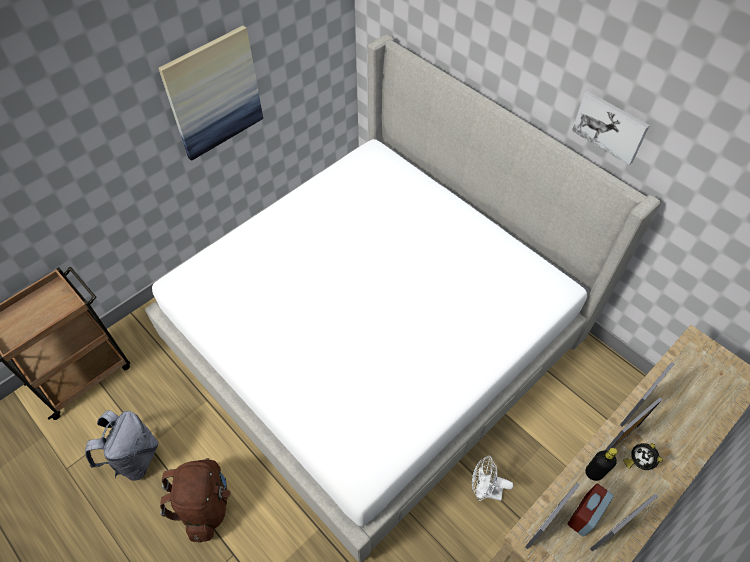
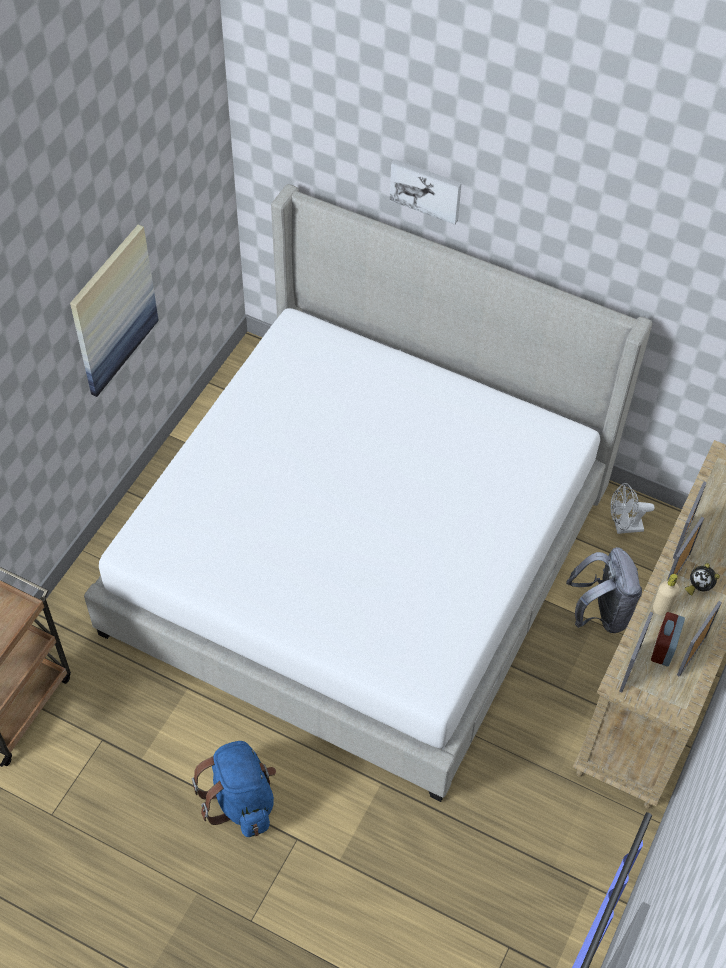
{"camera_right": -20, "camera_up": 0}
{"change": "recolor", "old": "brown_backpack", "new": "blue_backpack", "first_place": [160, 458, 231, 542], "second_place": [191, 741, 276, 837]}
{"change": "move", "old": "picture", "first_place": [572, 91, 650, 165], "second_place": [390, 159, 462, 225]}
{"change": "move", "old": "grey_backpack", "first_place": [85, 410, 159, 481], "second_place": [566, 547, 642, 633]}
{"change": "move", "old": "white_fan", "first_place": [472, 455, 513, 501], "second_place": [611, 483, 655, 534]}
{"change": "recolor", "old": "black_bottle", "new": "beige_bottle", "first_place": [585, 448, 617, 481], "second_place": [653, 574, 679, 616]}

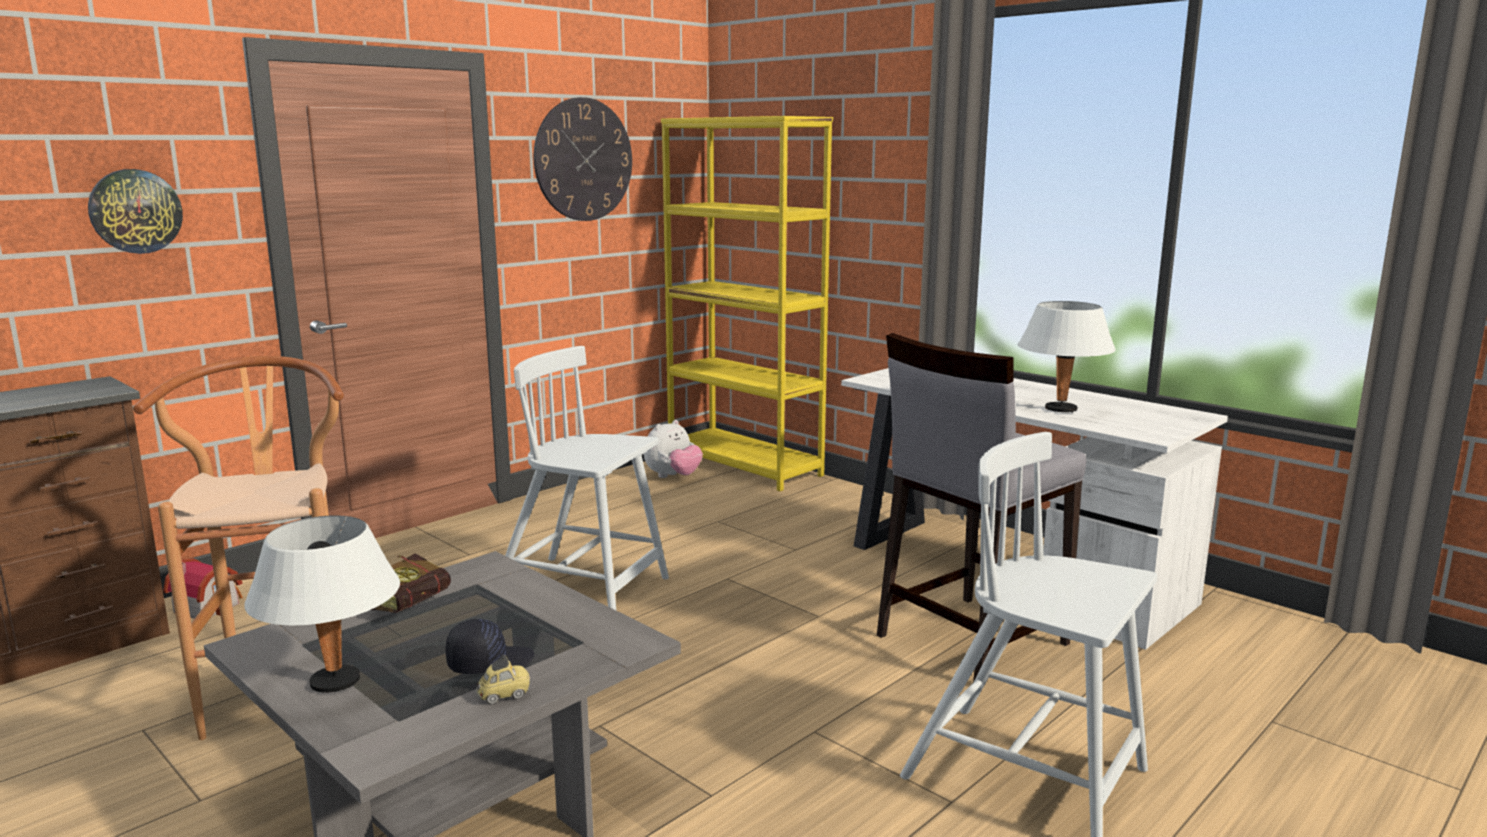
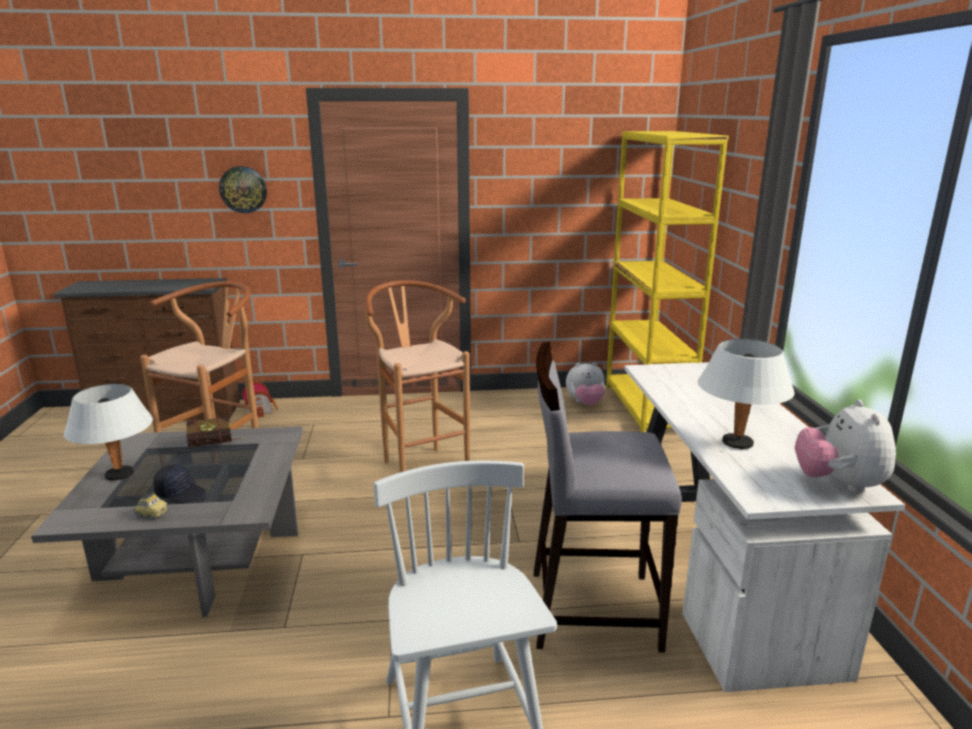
{"camera_right": 40, "camera_up": 5}
{"change": "replace", "old": "white_chair", "new": "brown_stool", "first_place": [505, 346, 669, 610], "second_place": [365, 280, 470, 472]}
{"change": "insert", "new": "plush_toy", "second_place": [795, 399, 896, 493]}
{"change": "delete", "old": "wall_clock", "first_place": [534, 97, 632, 221]}

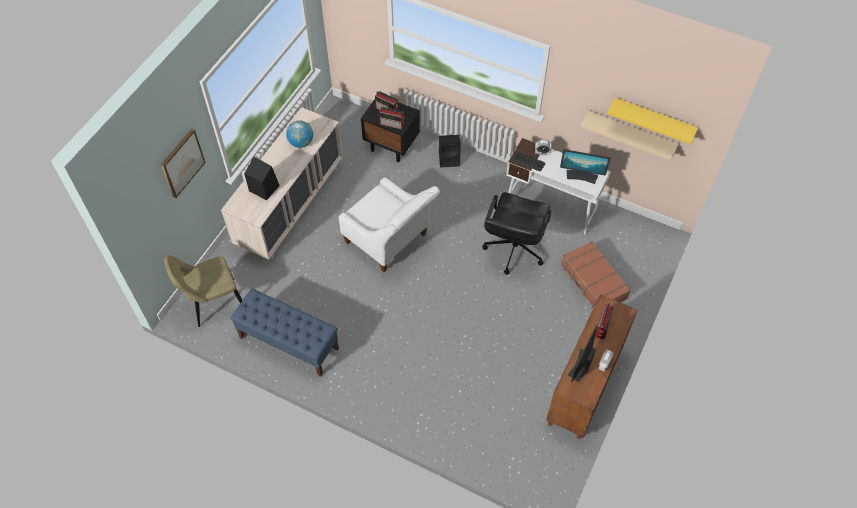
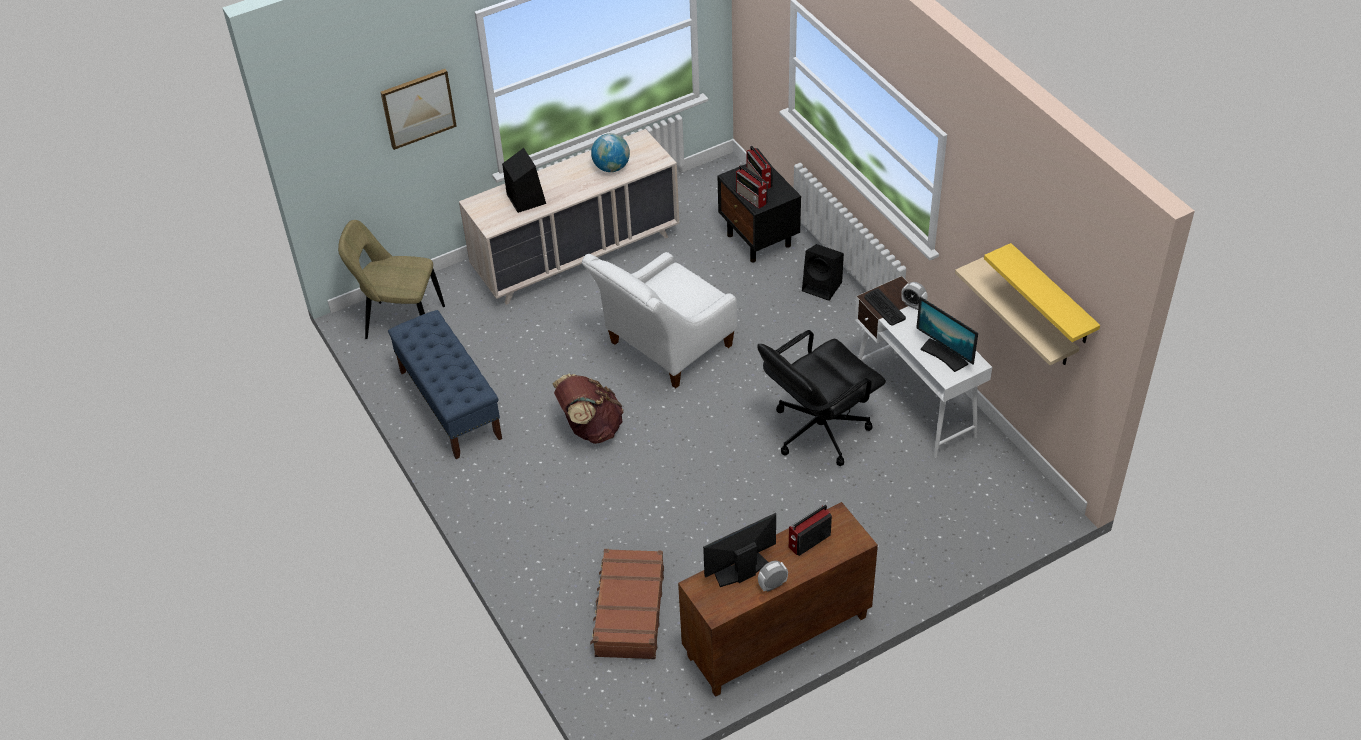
{"camera_right": 35, "camera_up": -10}
{"change": "insert", "new": "brown_backpack", "second_place": [552, 374, 624, 444]}
{"change": "rotate", "old": "white_armchair", "first_place": [339, 177, 440, 272], "second_place": [582, 252, 737, 388], "degrees": 60}
{"change": "move", "old": "brown_suitcase", "first_place": [561, 241, 631, 309], "second_place": [590, 549, 664, 659]}

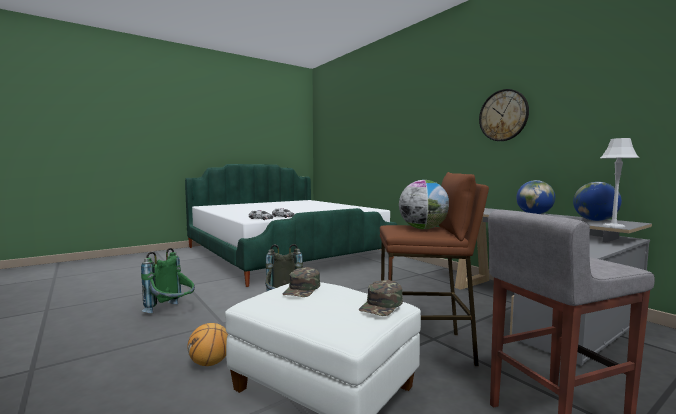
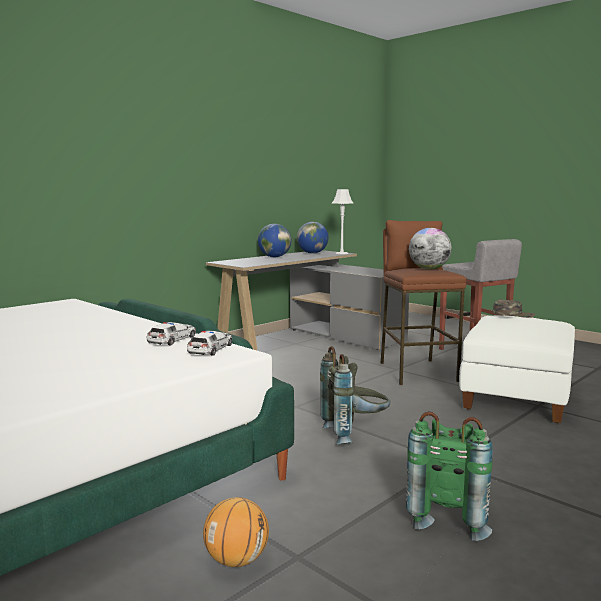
{"camera_right": -100, "camera_up": 5}
{"change": "move", "old": "basketball", "first_place": [187, 323, 228, 366], "second_place": [203, 497, 269, 567]}
{"change": "delete", "old": "green_cap", "first_place": [282, 267, 320, 297]}
{"change": "delete", "old": "wall_clock", "first_place": [479, 89, 529, 141]}

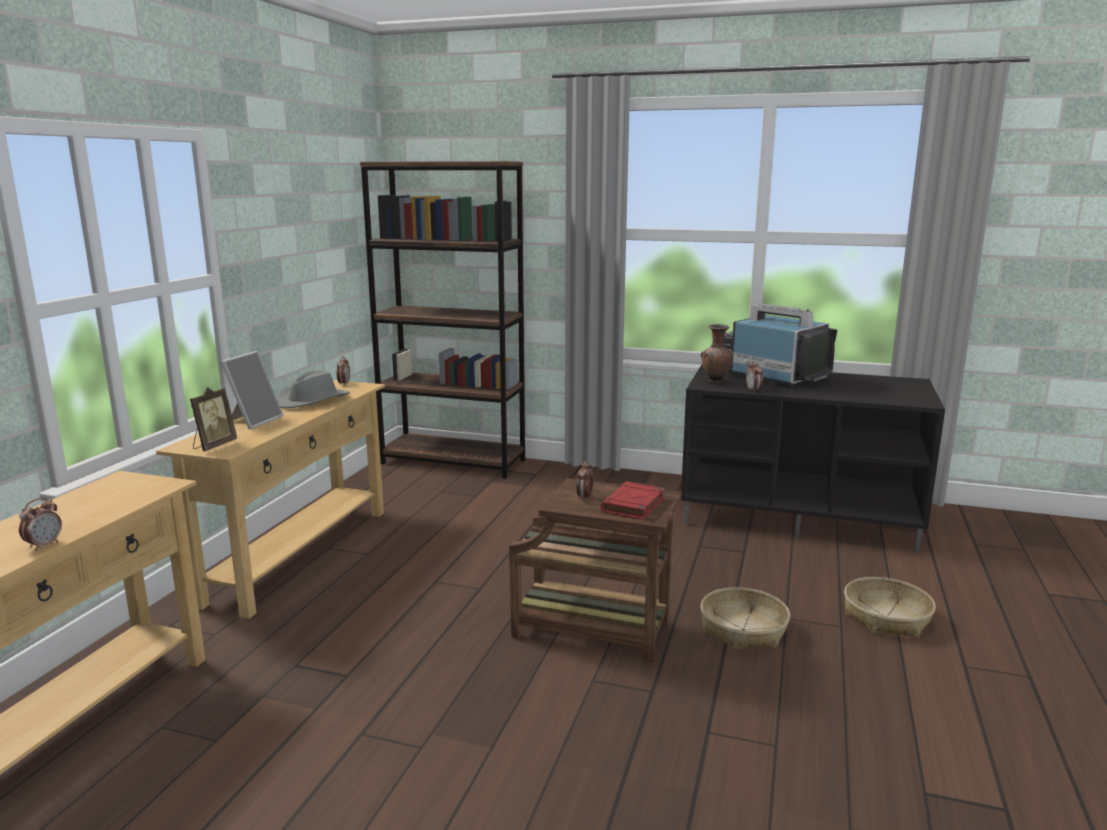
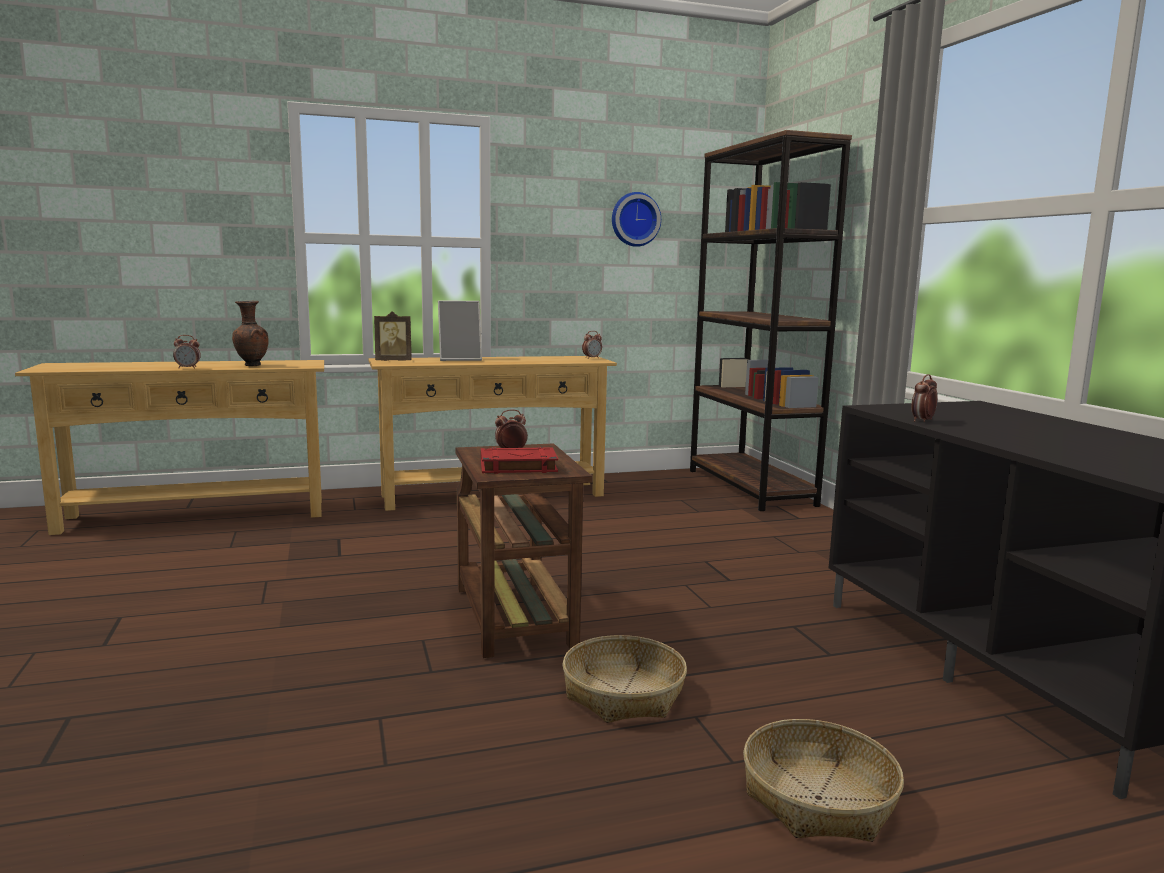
{"camera_right": 55, "camera_up": -5}
{"change": "move", "old": "brown_vase", "first_place": [701, 324, 733, 384], "second_place": [232, 301, 269, 366]}
{"change": "insert", "new": "wall_clock", "second_place": [612, 192, 661, 247]}
{"change": "delete", "old": "grey_hat", "first_place": [276, 371, 350, 408]}
{"change": "delete", "old": "television", "first_place": [724, 304, 837, 386]}

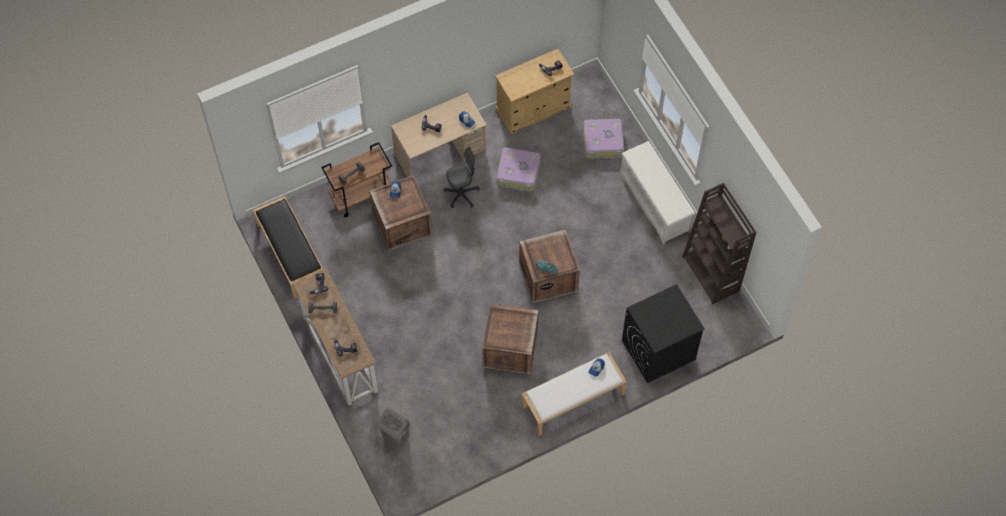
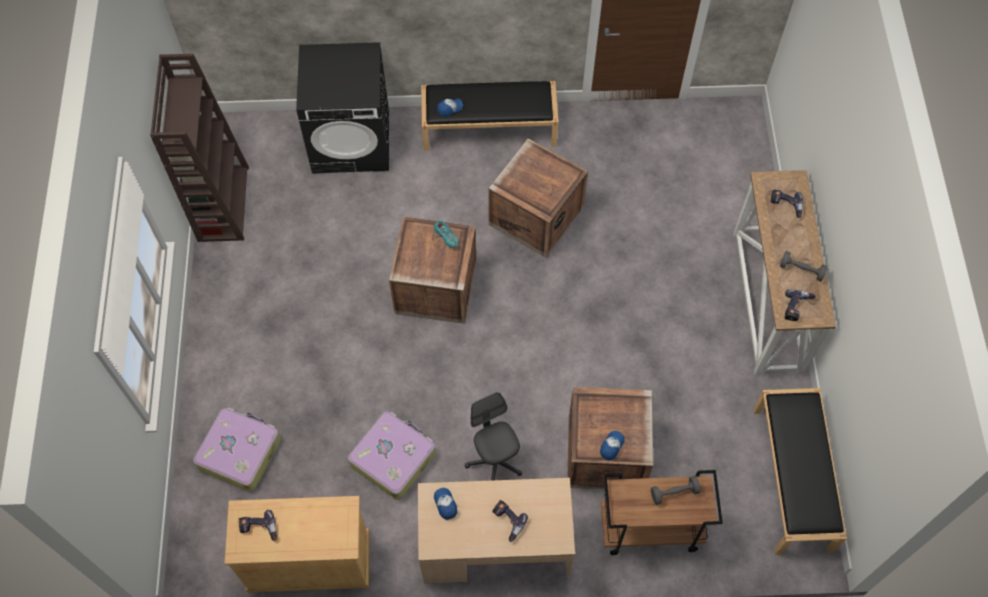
{"camera_right": -155, "camera_up": 0}
{"change": "recolor", "old": "white_bench", "new": "black_bench", "first_place": [521, 352, 627, 436], "second_place": [421, 81, 559, 151]}
{"change": "rotate", "old": "grey_office_chair", "first_place": [444, 147, 480, 208], "second_place": [465, 392, 522, 481], "degrees": 60}
{"change": "delete", "old": "grey_laundry_basket", "first_place": [378, 408, 411, 448]}
{"change": "delete", "old": "white_shoe_rack", "first_place": [620, 141, 695, 244]}

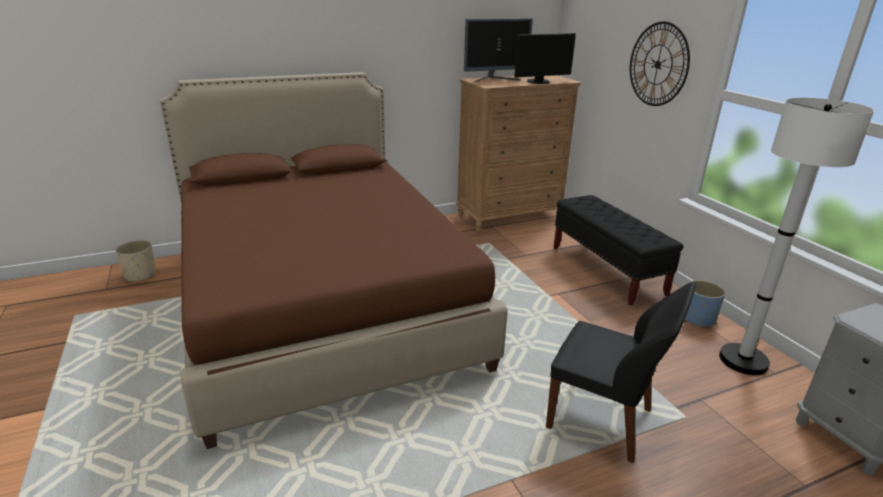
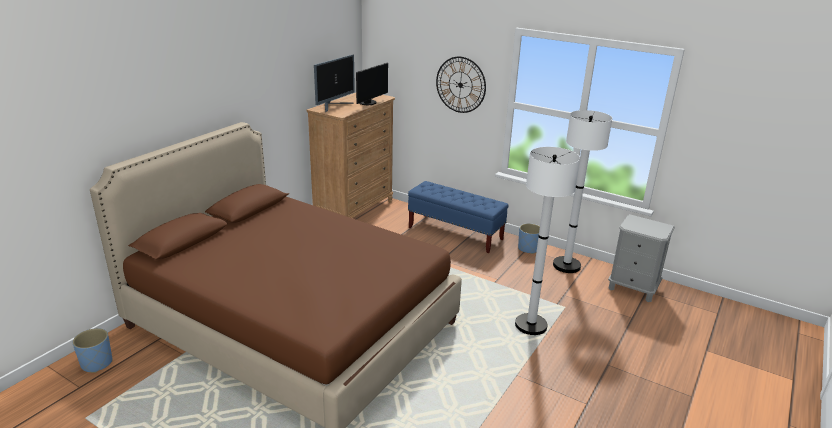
{"camera_right": -35, "camera_up": 0}
{"change": "recolor", "old": "beige_planter", "new": "blue_planter", "first_place": [115, 240, 156, 282], "second_place": [72, 328, 112, 373]}
{"change": "recolor", "old": "black_bench", "new": "blue_bench", "first_place": [553, 195, 683, 306], "second_place": [408, 181, 509, 253]}
{"change": "replace", "old": "black_chair", "new": "white_floor_lamp", "first_place": [546, 282, 696, 463], "second_place": [515, 147, 580, 335]}

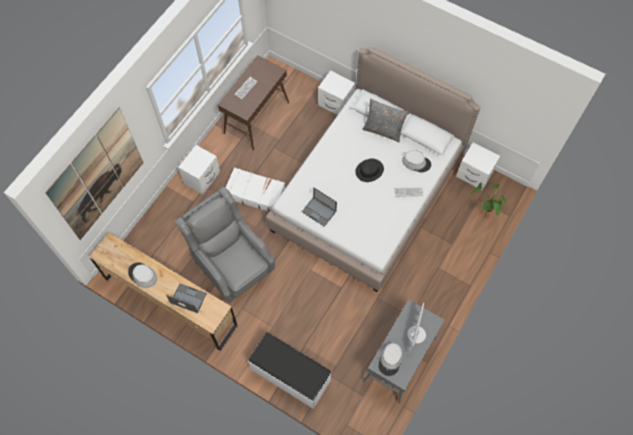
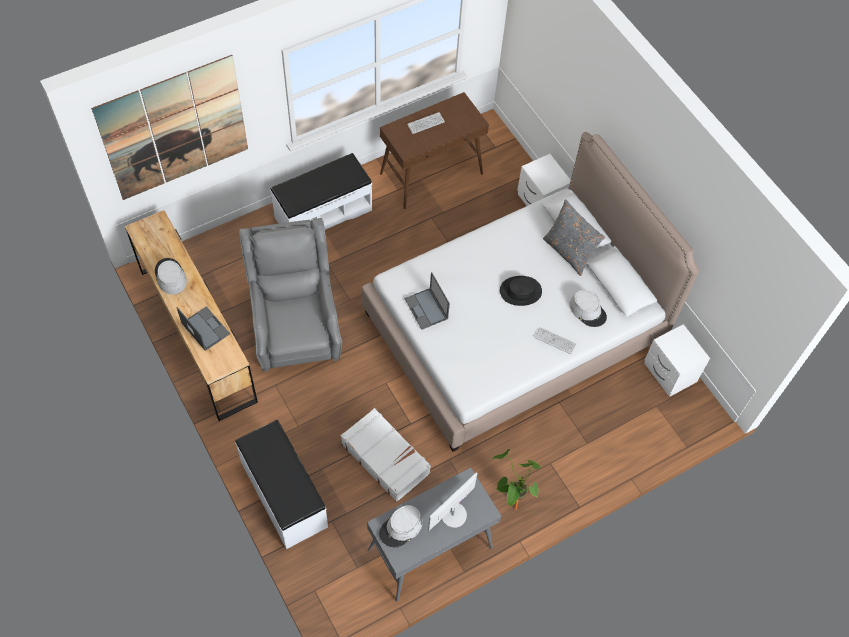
{"camera_right": 25, "camera_up": -5}
{"change": "replace", "old": "white_nightstand", "new": "white_bench", "first_place": [178, 145, 220, 195], "second_place": [270, 153, 372, 230]}
{"change": "move", "old": "white_suitcase", "first_place": [225, 167, 285, 212], "second_place": [341, 408, 431, 502]}
{"change": "move", "old": "potted_plant", "first_place": [470, 183, 507, 219], "second_place": [492, 449, 540, 510]}

